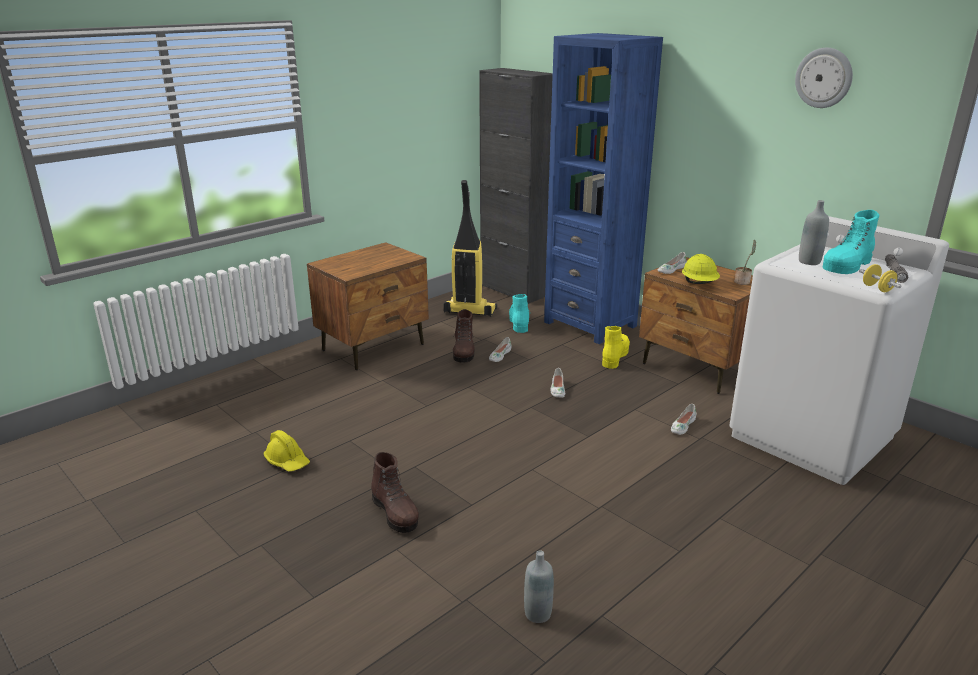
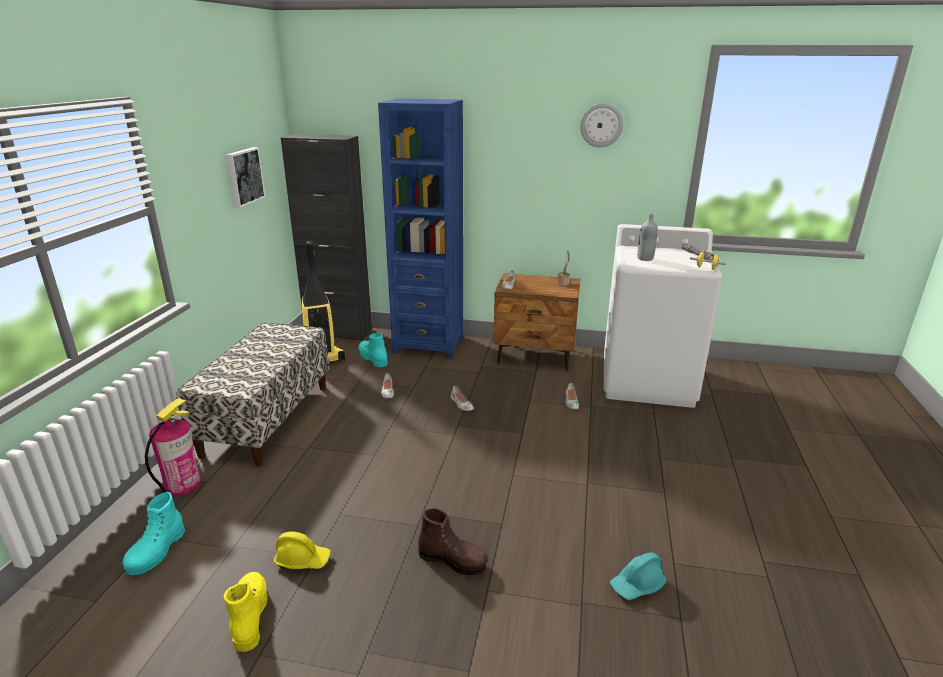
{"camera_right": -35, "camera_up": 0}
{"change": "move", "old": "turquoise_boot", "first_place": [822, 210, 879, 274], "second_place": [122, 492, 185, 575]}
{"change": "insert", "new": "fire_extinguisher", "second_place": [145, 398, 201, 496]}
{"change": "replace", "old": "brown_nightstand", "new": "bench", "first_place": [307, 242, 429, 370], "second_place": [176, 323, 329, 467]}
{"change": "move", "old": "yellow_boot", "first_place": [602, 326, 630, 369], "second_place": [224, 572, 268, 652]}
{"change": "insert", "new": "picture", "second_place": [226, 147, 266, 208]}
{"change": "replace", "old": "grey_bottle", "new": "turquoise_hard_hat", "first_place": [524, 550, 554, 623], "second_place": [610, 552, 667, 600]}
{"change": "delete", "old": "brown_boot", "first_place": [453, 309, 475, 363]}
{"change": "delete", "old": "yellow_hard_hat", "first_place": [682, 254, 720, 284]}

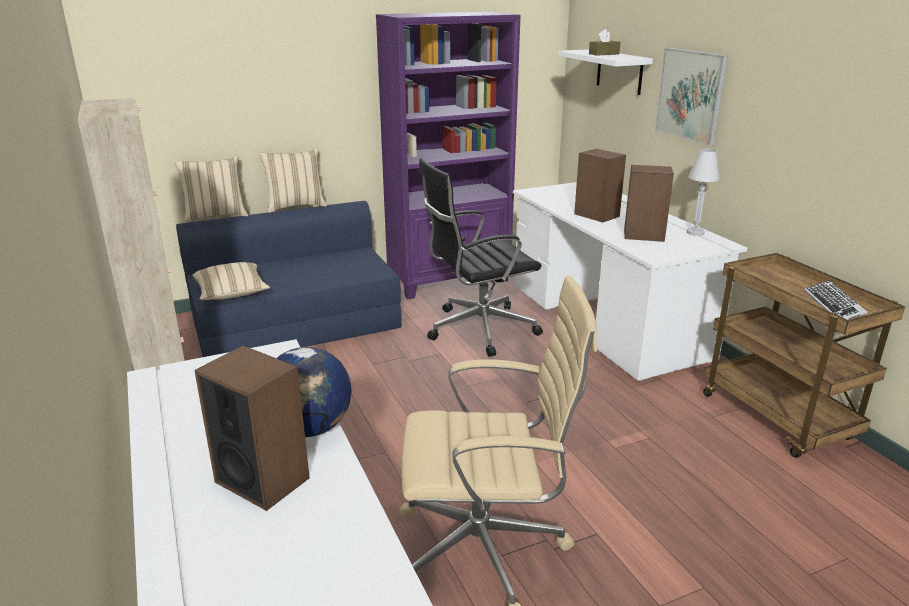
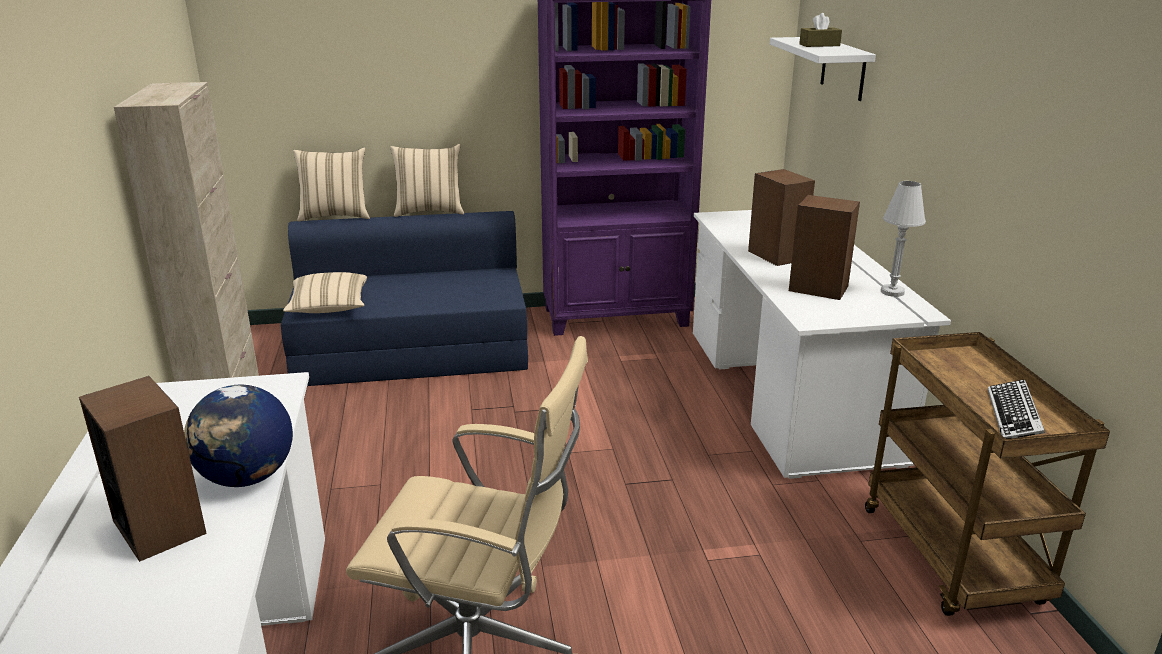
{"camera_right": 15, "camera_up": 0}
{"change": "delete", "old": "black_office_chair", "first_place": [418, 158, 543, 357]}
{"change": "delete", "old": "picture", "first_place": [655, 48, 727, 146]}

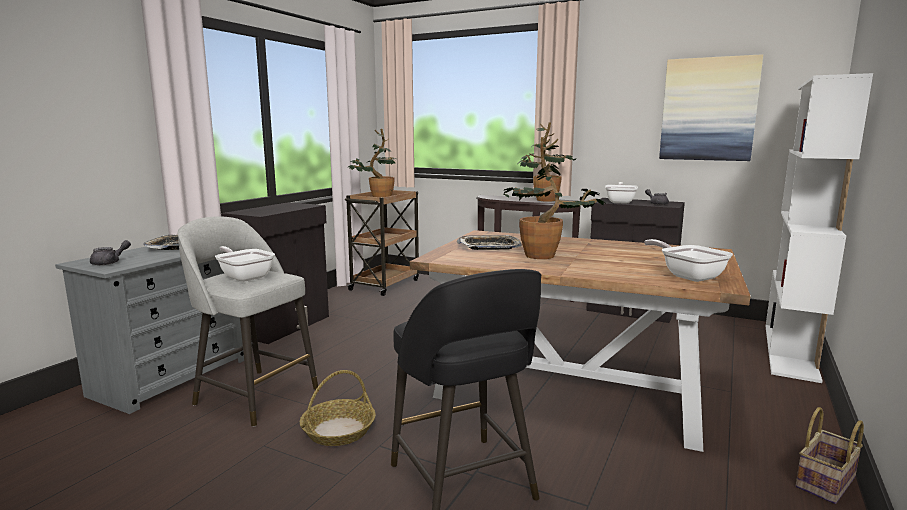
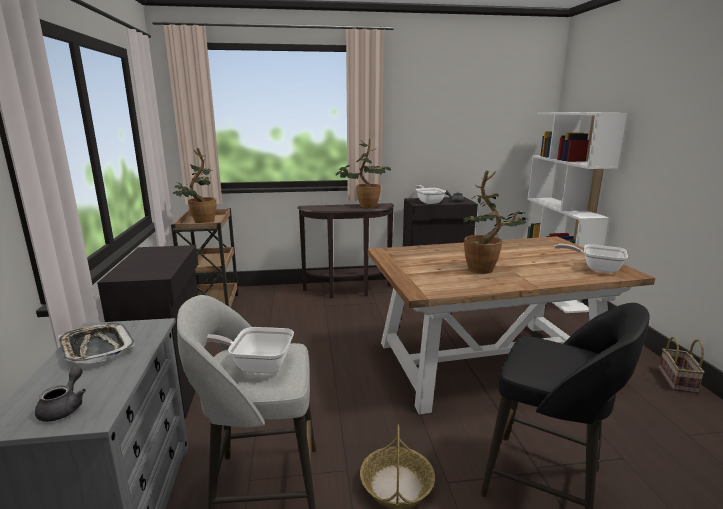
{"camera_right": -35, "camera_up": 5}
{"change": "delete", "old": "tray", "first_place": [457, 235, 522, 250]}
{"change": "delete", "old": "picture", "first_place": [659, 54, 763, 161]}

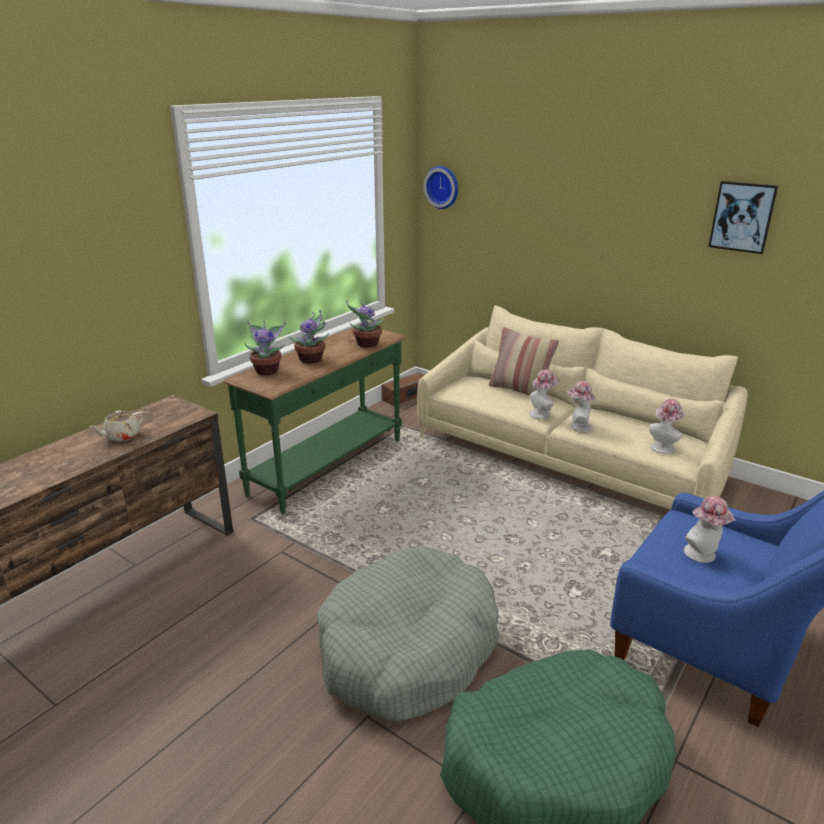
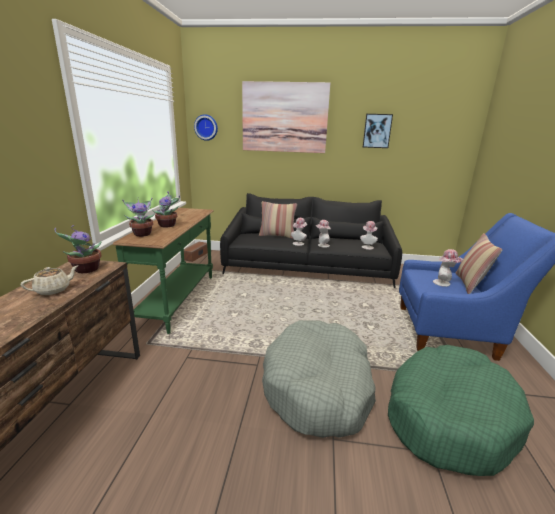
{"camera_right": -30, "camera_up": -5}
{"change": "rotate", "old": "beige_teapot", "first_place": [89, 410, 146, 442], "second_place": [21, 266, 78, 295], "degrees": -150}
{"change": "move", "old": "potted_plant", "first_place": [346, 300, 384, 348], "second_place": [54, 225, 102, 273]}
{"change": "recolor", "old": "beige_sofa", "new": "black_sofa", "first_place": [417, 305, 748, 510], "second_place": [220, 193, 402, 288]}
{"change": "insert", "new": "picture", "second_place": [242, 81, 330, 153]}
{"change": "insert", "new": "pillow", "second_place": [456, 233, 503, 294]}

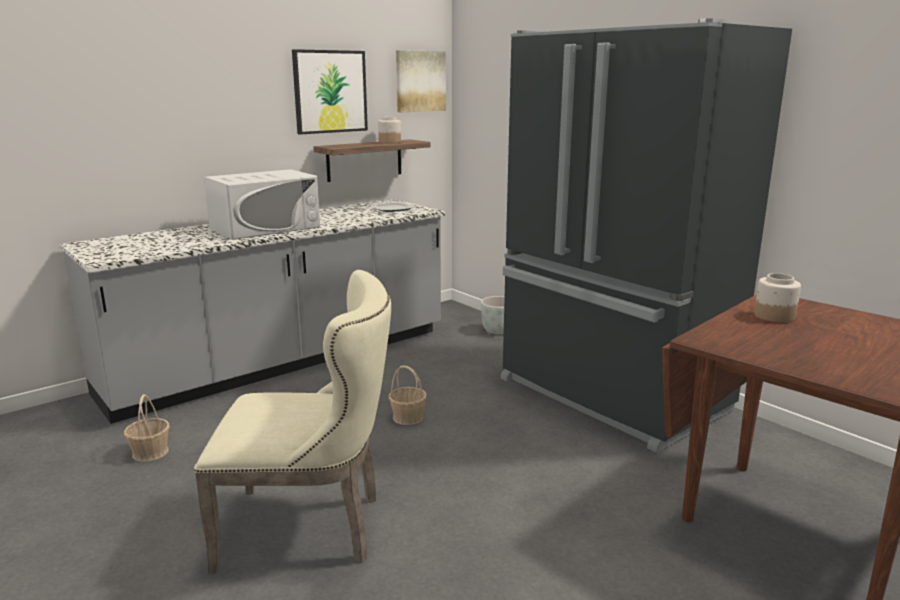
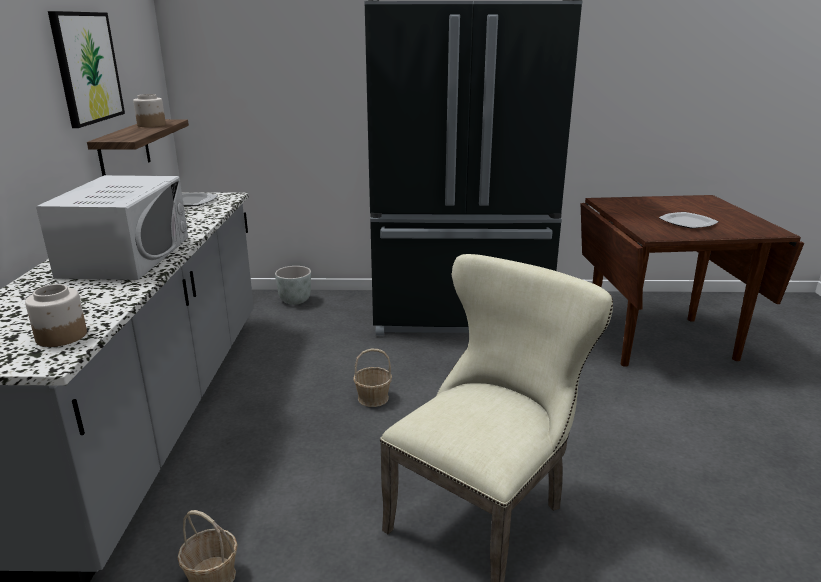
{"camera_right": -50, "camera_up": 5}
{"change": "move", "old": "jar", "first_place": [754, 273, 801, 323], "second_place": [25, 284, 87, 347]}
{"change": "insert", "new": "plate", "second_place": [659, 212, 719, 228]}
{"change": "delete", "old": "picture", "first_place": [396, 50, 446, 112]}

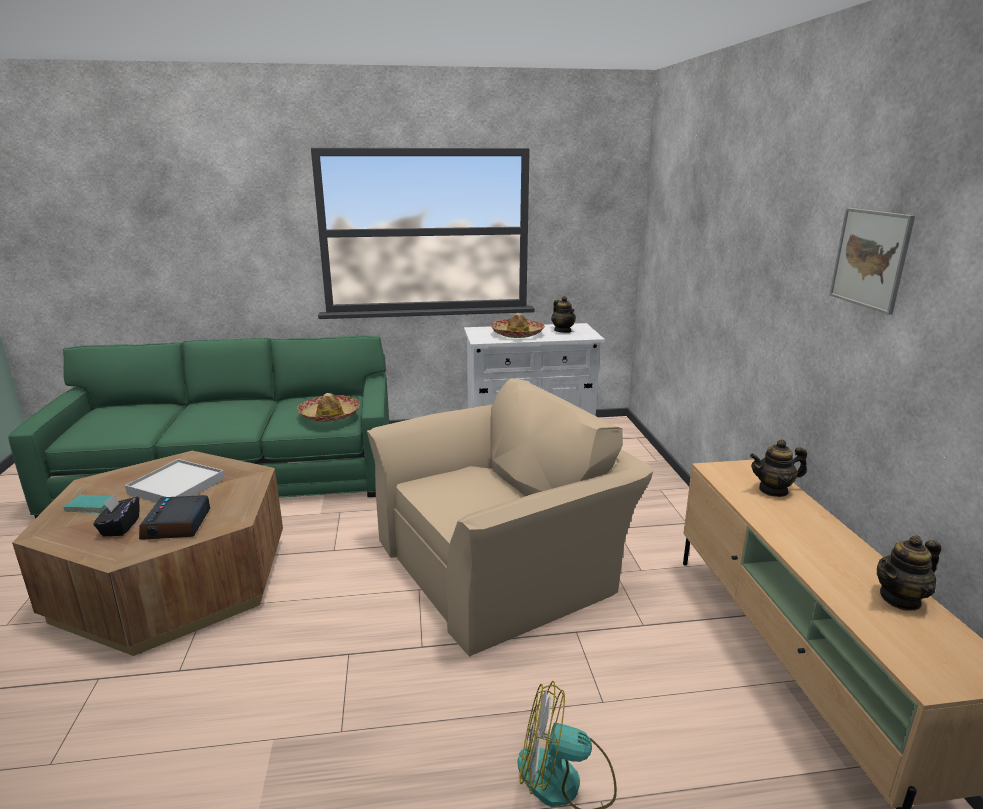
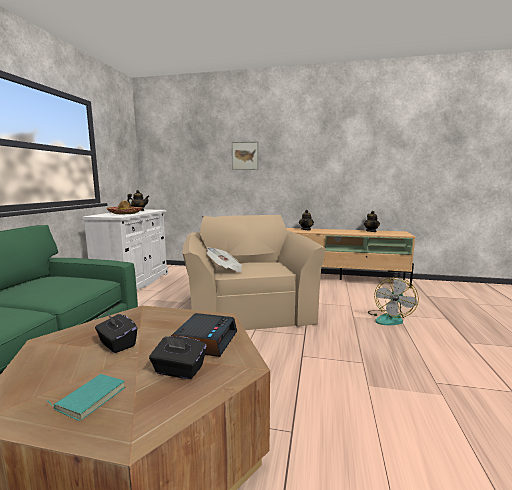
{"camera_right": -70, "camera_up": -10}
{"change": "replace", "old": "white_tray", "new": "black_tissue_box", "first_place": [125, 459, 225, 503], "second_place": [95, 313, 137, 353]}
{"change": "rotate", "old": "alarm_clock", "first_place": [139, 495, 210, 540], "second_place": [171, 313, 237, 357], "degrees": -90}
{"change": "insert", "new": "newspaper", "second_place": [207, 247, 242, 272]}
{"change": "move", "old": "picture", "first_place": [830, 208, 915, 315], "second_place": [232, 141, 259, 170]}
{"change": "delete", "old": "hat", "first_place": [297, 393, 360, 422]}

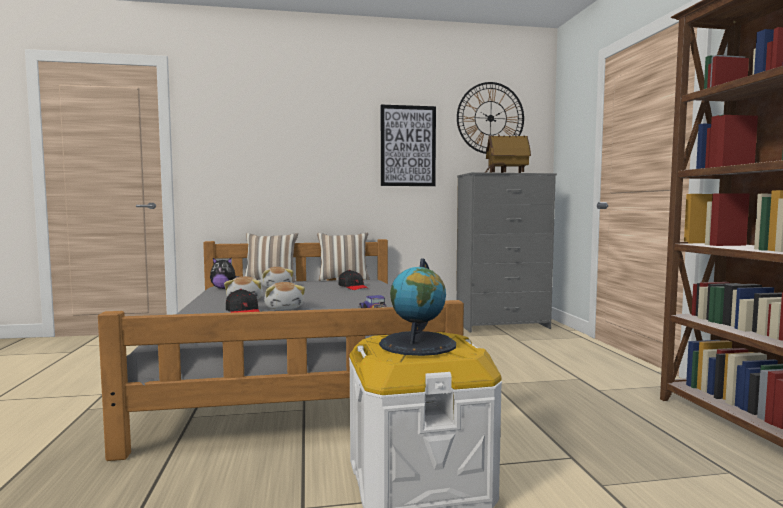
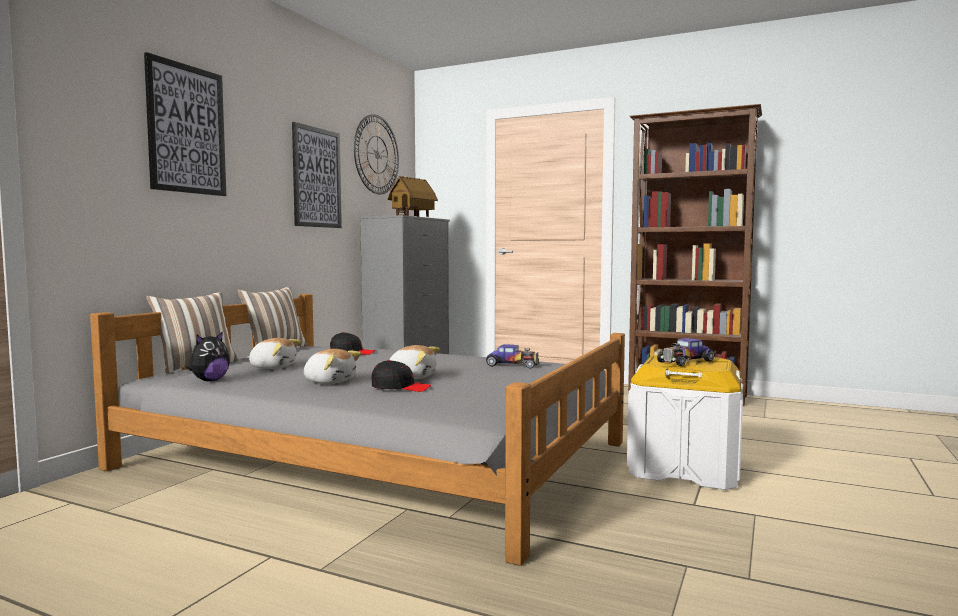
{"camera_right": -55, "camera_up": 0}
{"change": "insert", "new": "picture", "second_place": [144, 52, 226, 196]}
{"change": "replace", "old": "globe", "new": "toy_car", "first_place": [379, 258, 456, 356], "second_place": [657, 338, 715, 366]}

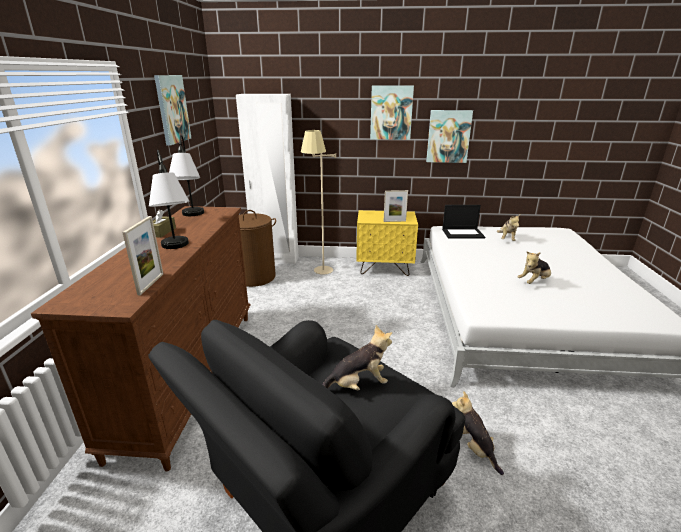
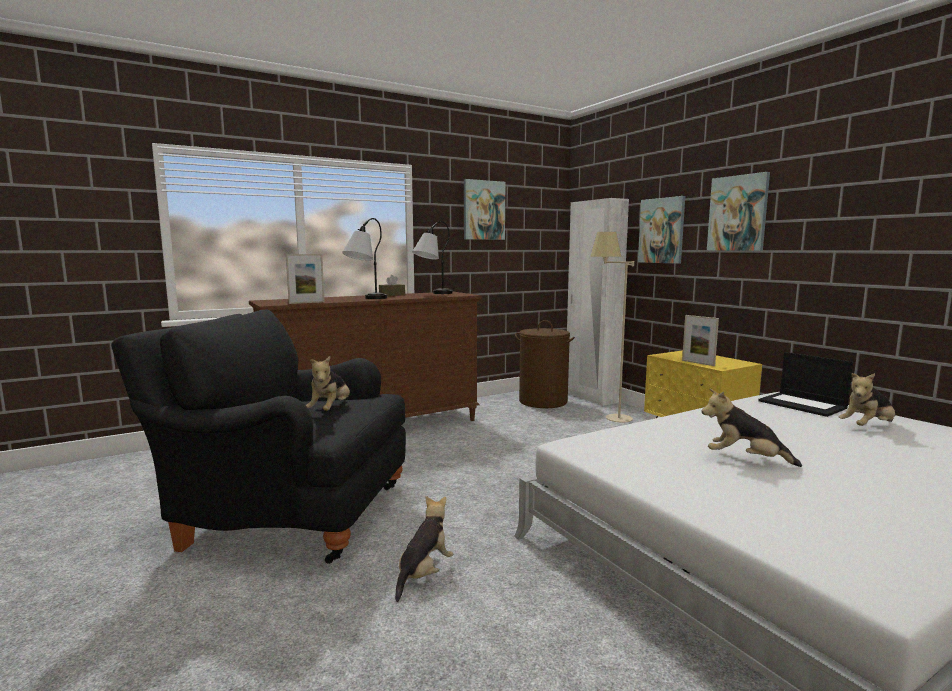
{"camera_right": 55, "camera_up": -15}
{"change": "rotate", "old": "plush_toy", "first_place": [322, 325, 392, 390], "second_place": [306, 356, 350, 411], "degrees": 60}
{"change": "move", "old": "picture", "first_place": [426, 110, 473, 163], "second_place": [638, 196, 685, 264]}

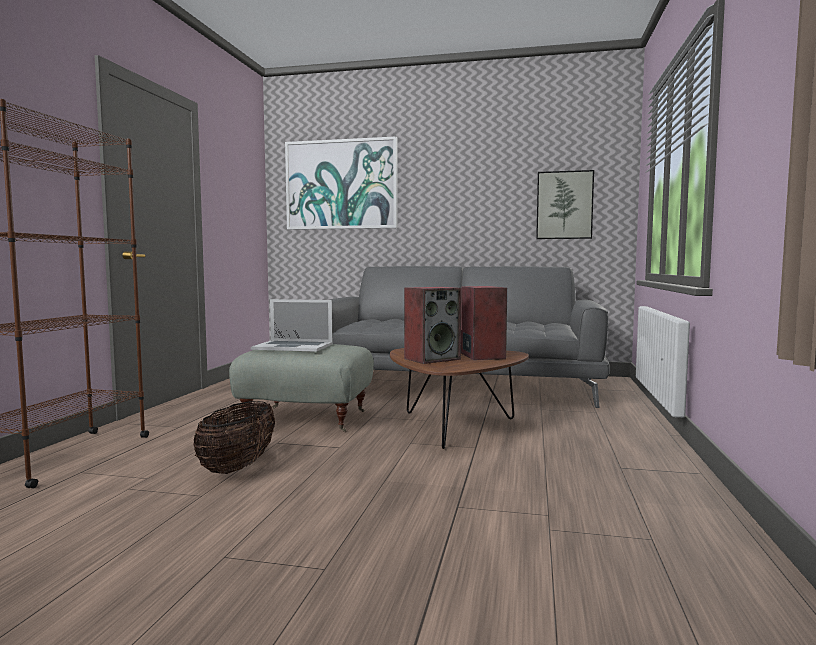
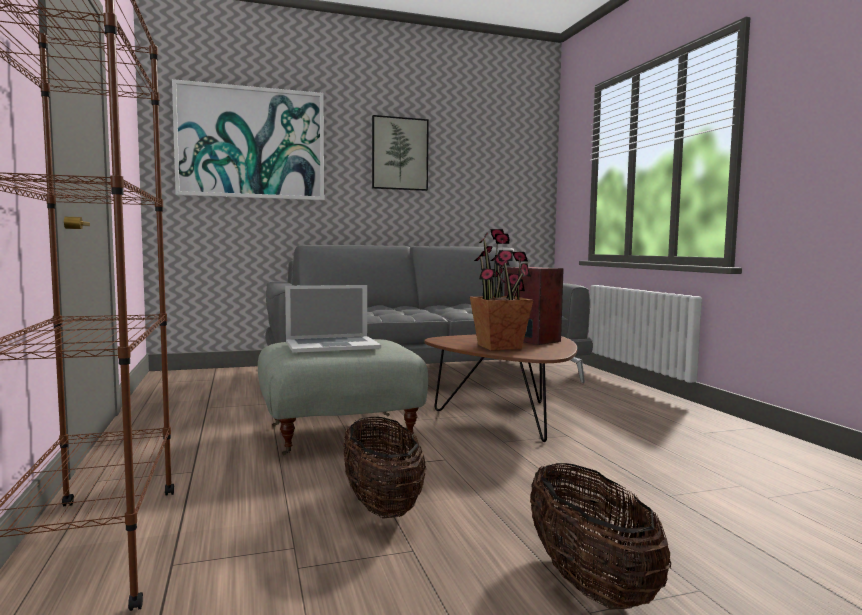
{"camera_right": -30, "camera_up": 0}
{"change": "move", "old": "picture", "first_place": [536, 170, 594, 239], "second_place": [372, 115, 429, 191]}
{"change": "replace", "old": "speaker", "new": "potted_plant", "first_place": [404, 287, 461, 364], "second_place": [470, 229, 533, 351]}
{"change": "insert", "new": "basket", "second_place": [530, 463, 671, 610]}

